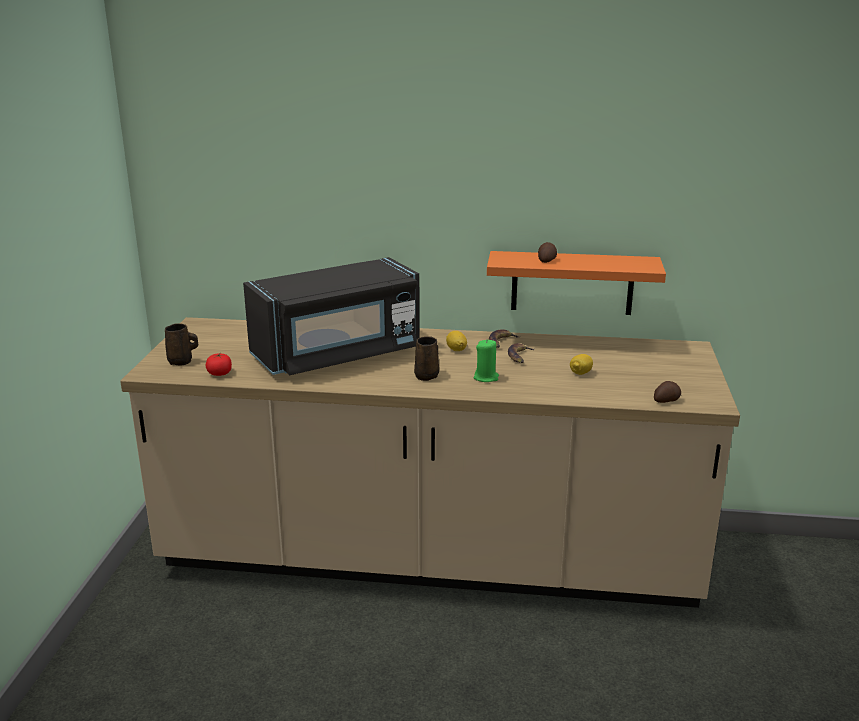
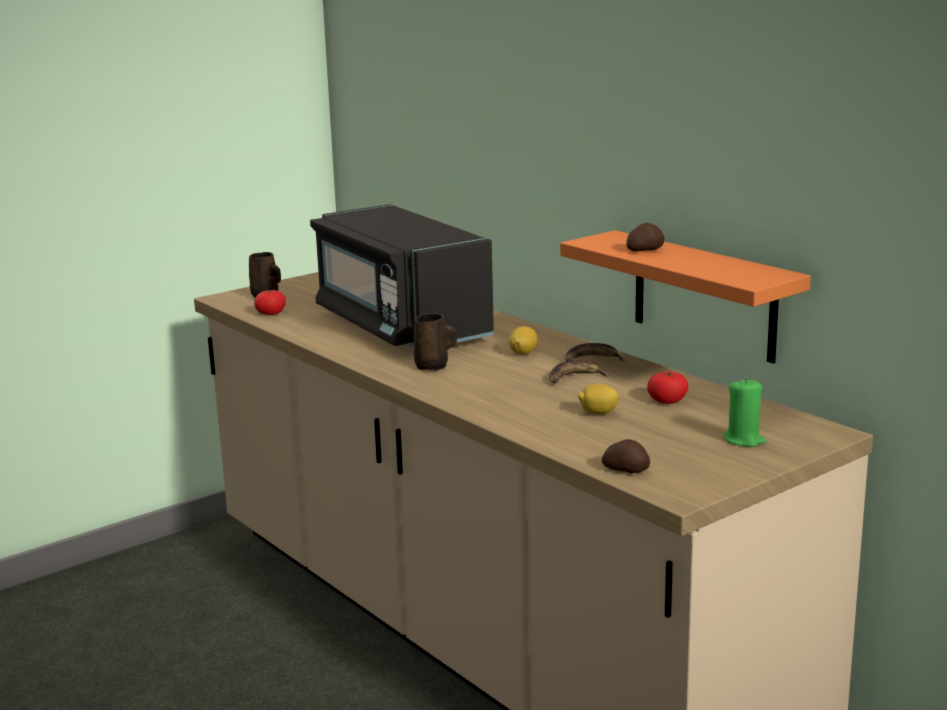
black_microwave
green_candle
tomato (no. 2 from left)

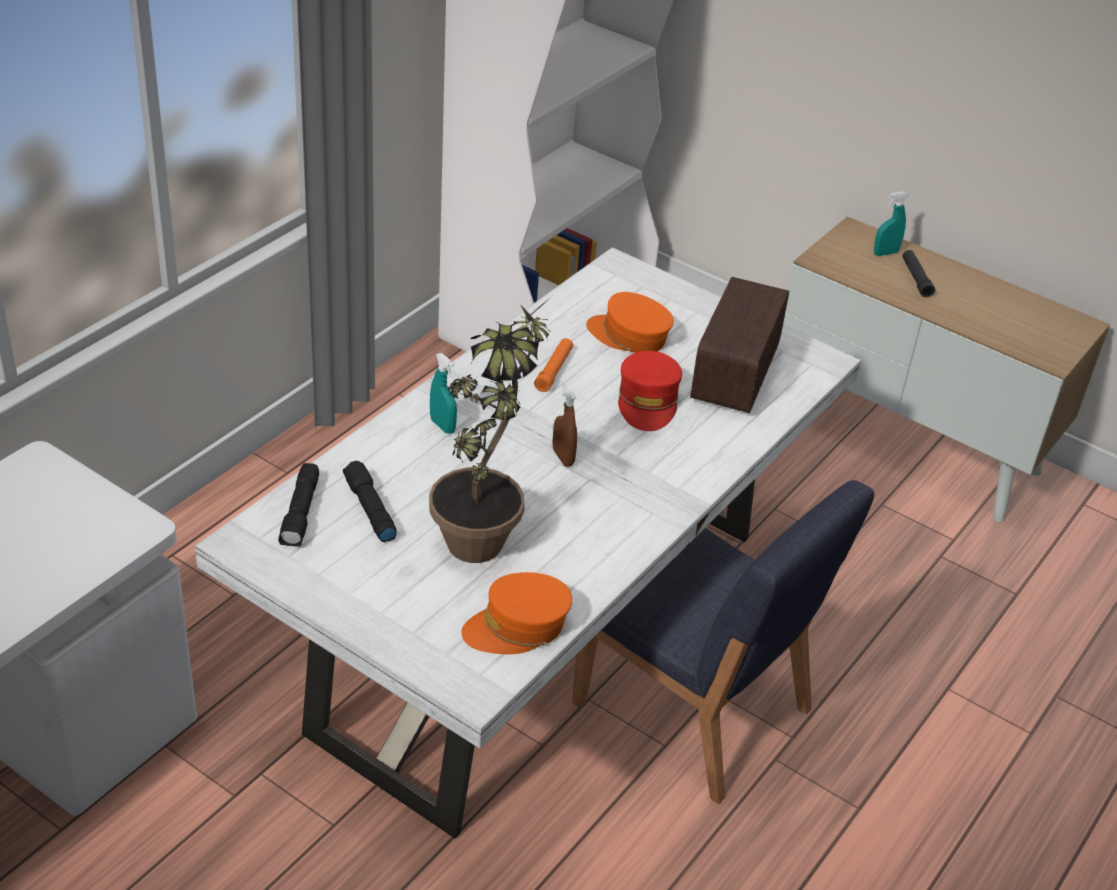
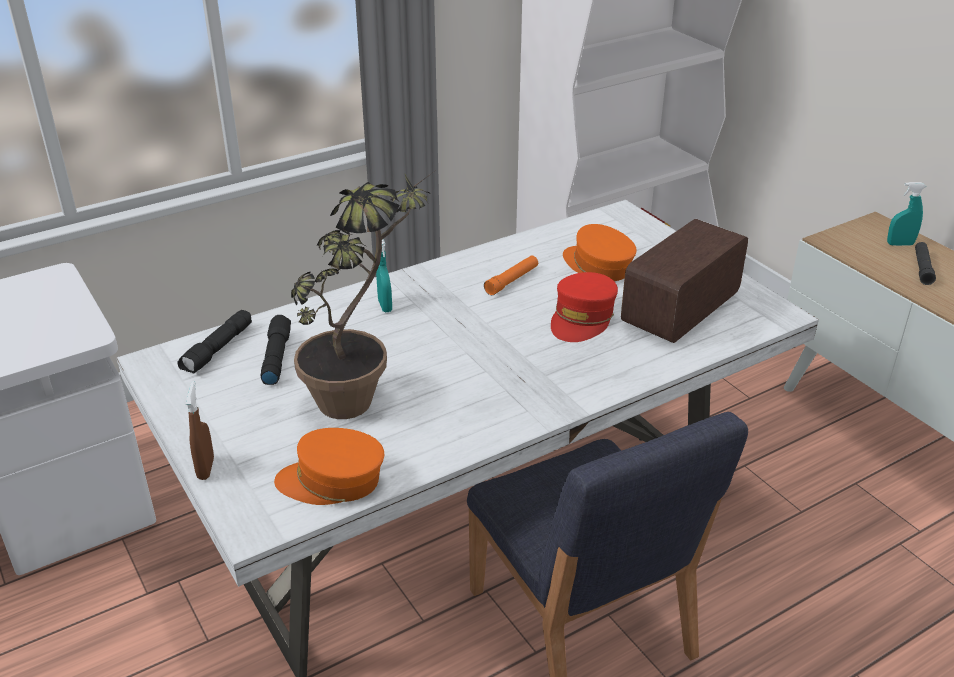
brown_spray_bottle

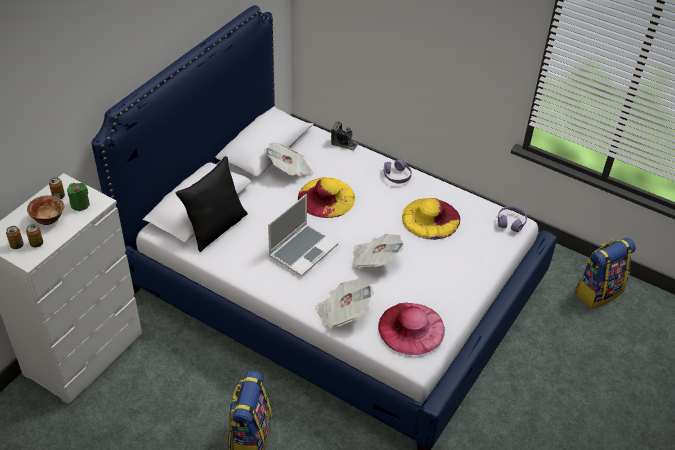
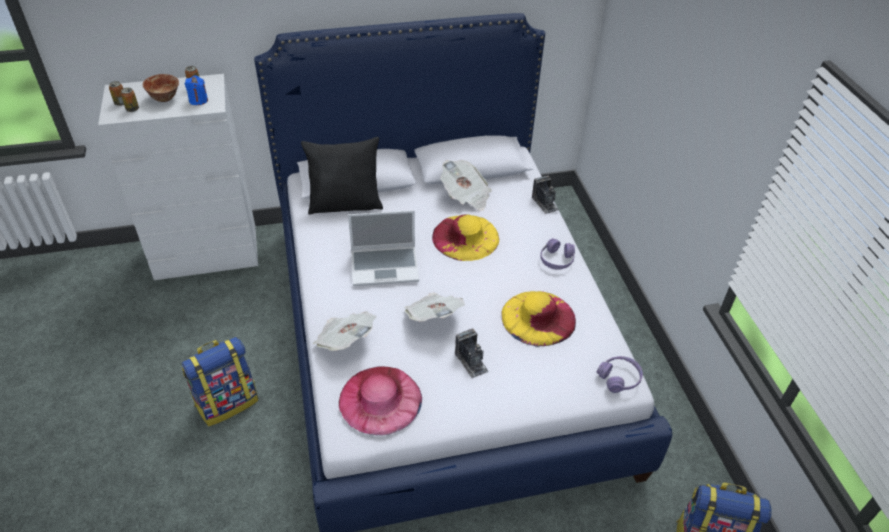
blue_candle
photo_camera (no. 1 from left)

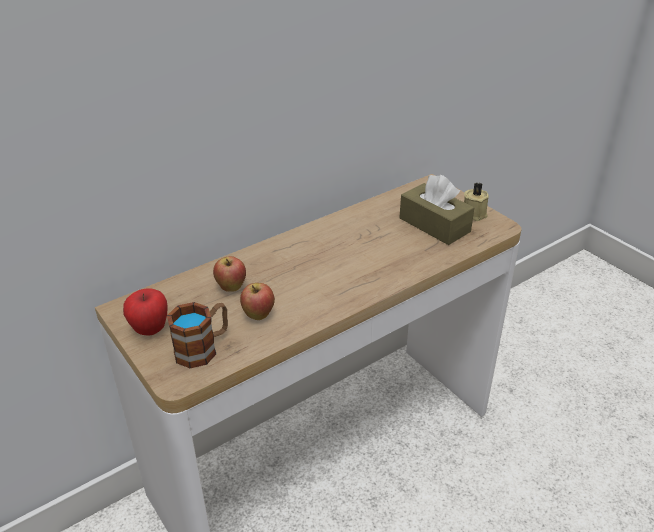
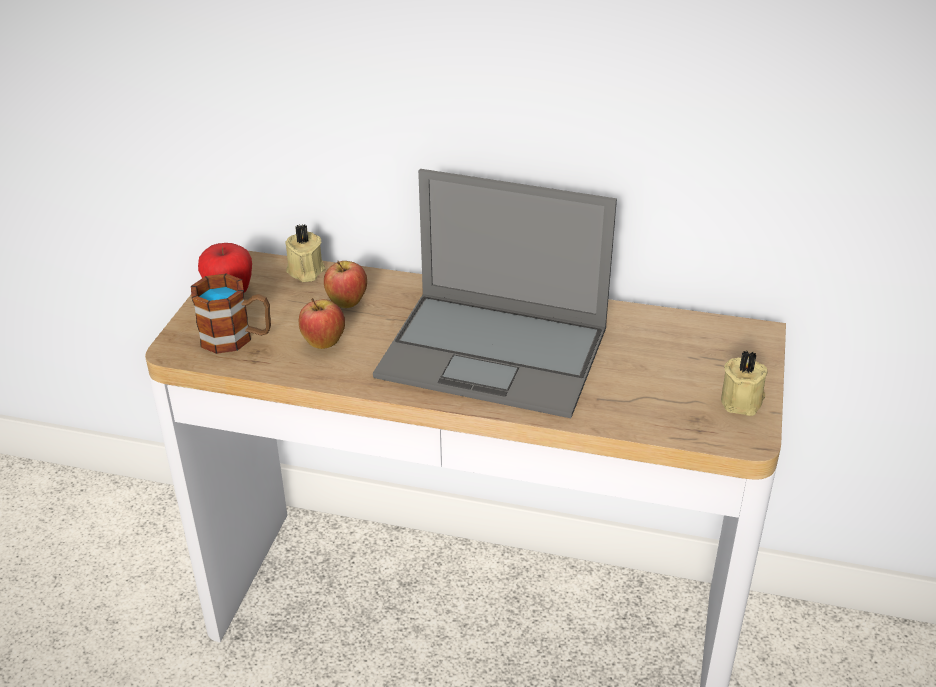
brown_tissue_box
laptop
beige_candle (no. 1 from left)

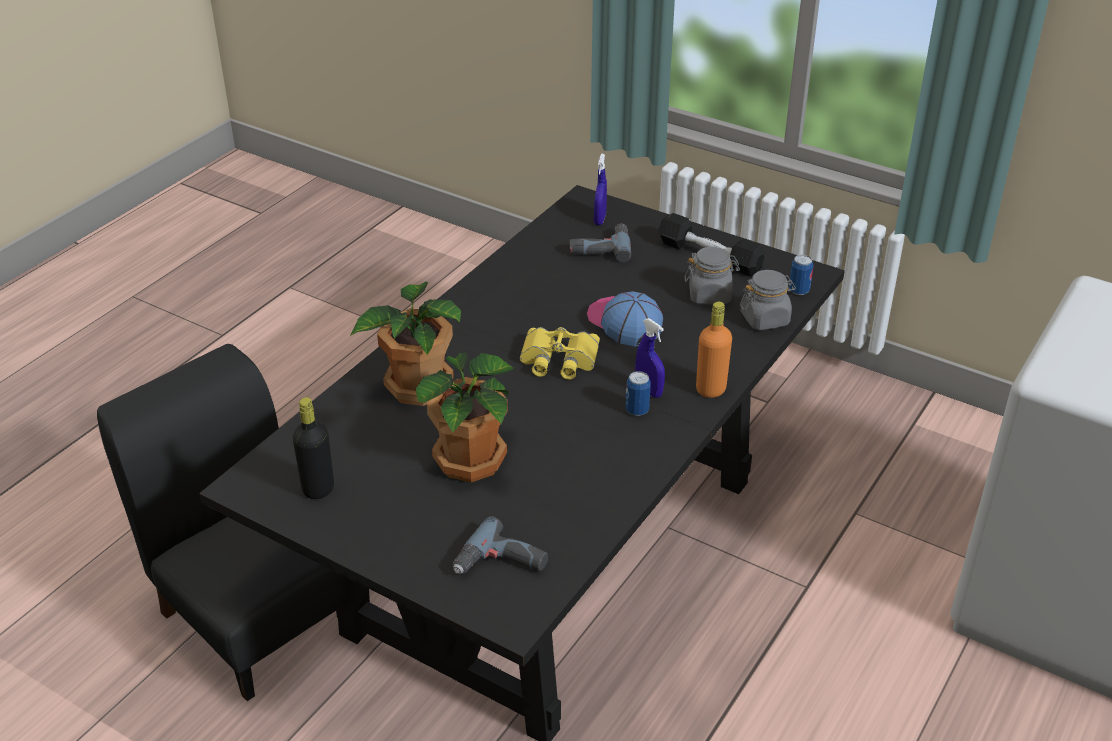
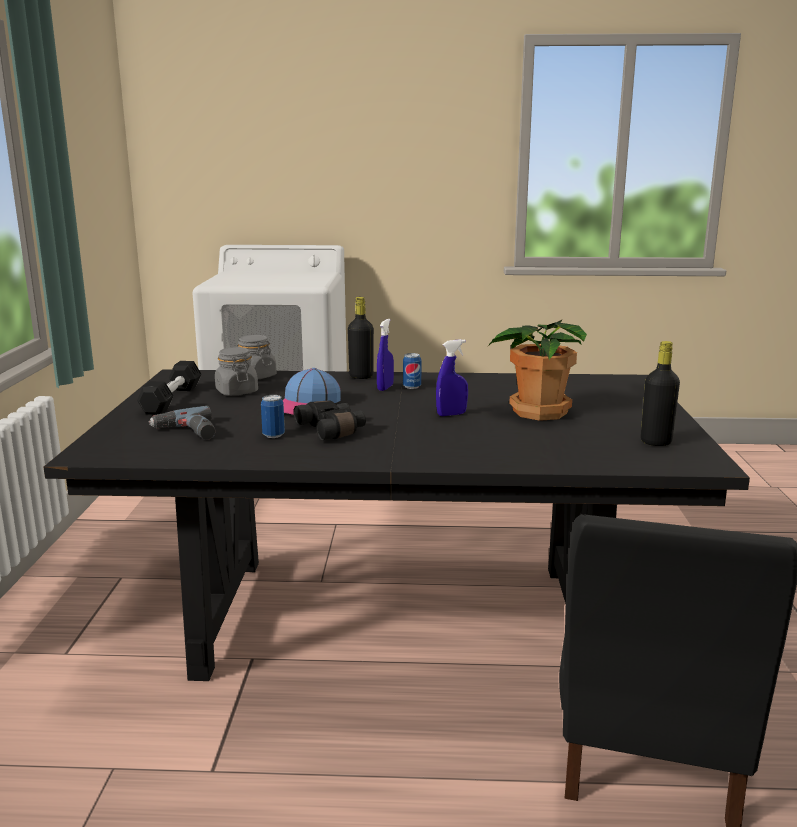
blue_spray_bottle (no. 2 from left)
can (no. 1 from left)
potted_plant (no. 1 from left in the first image)
black_bottle (no. 1 from left)
yellow_binoculars
power_drill (no. 1 from left in the first image)
black_binoculars

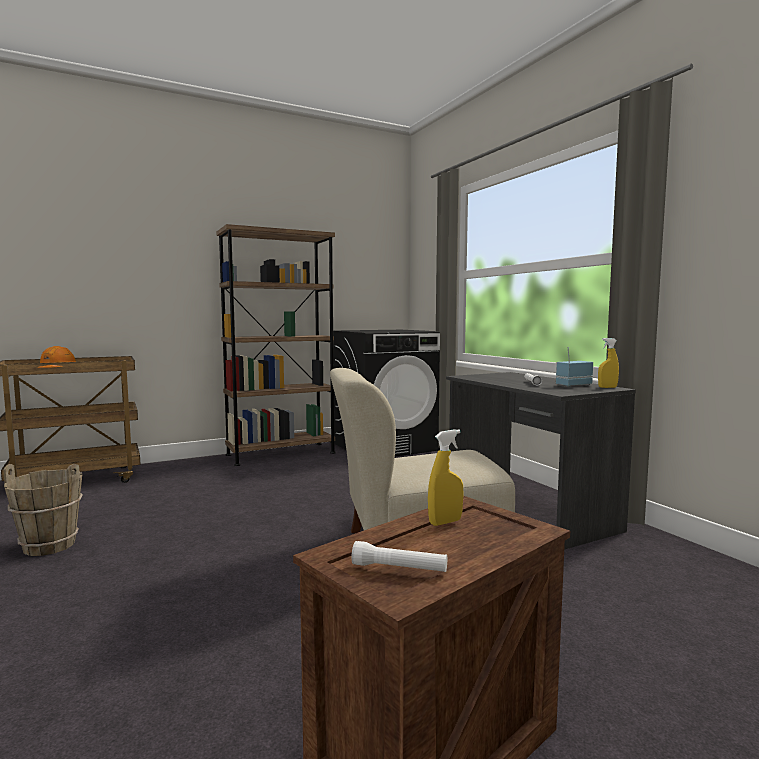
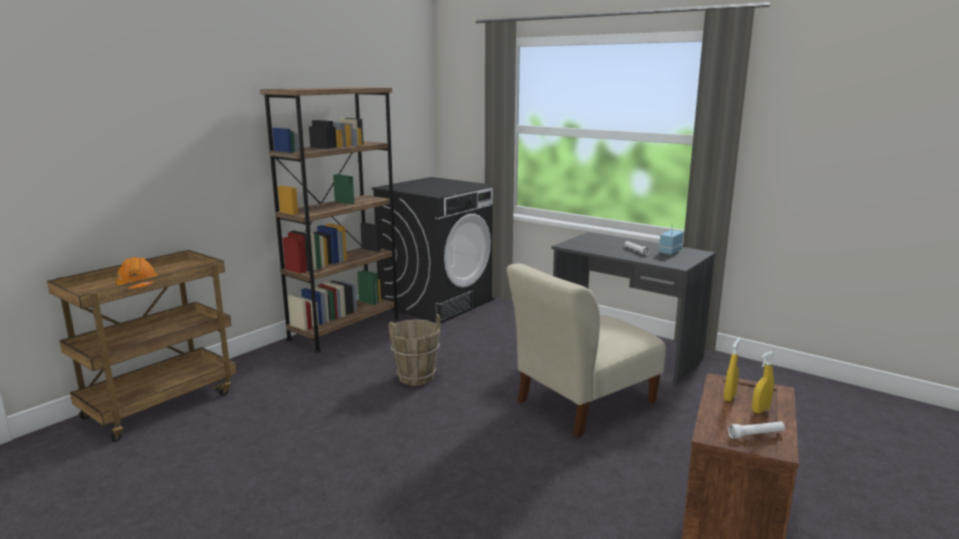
yellow_spray_bottle (no. 2 from left)
brown_bucket

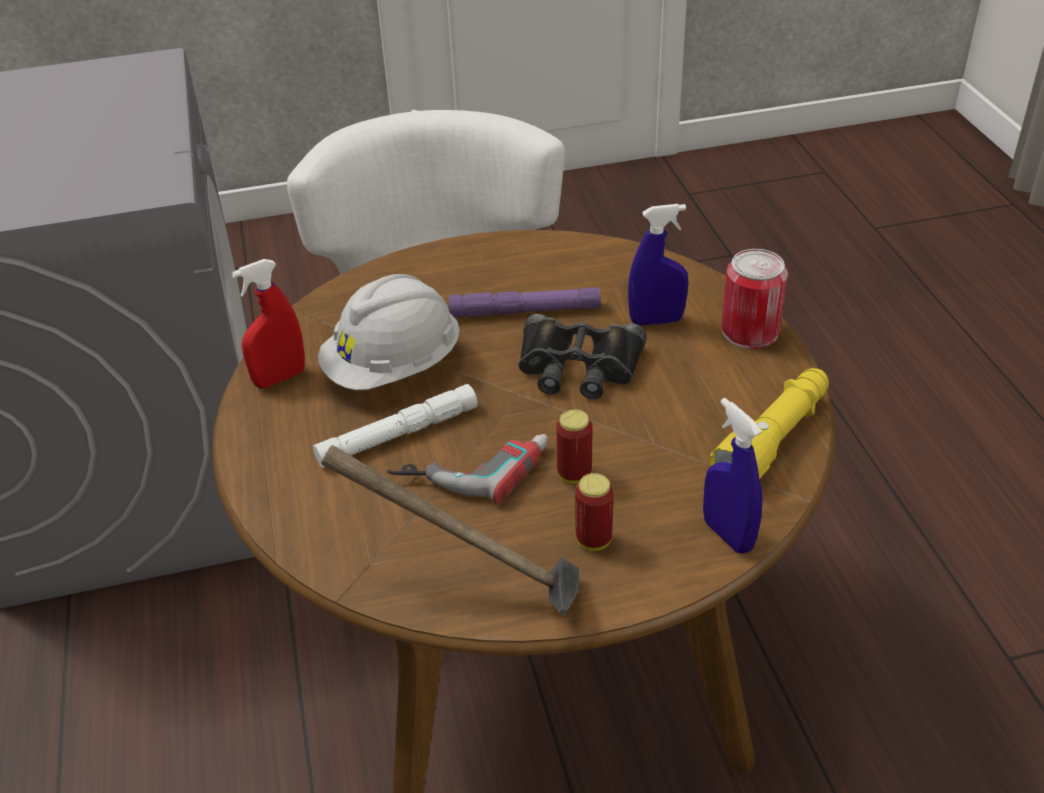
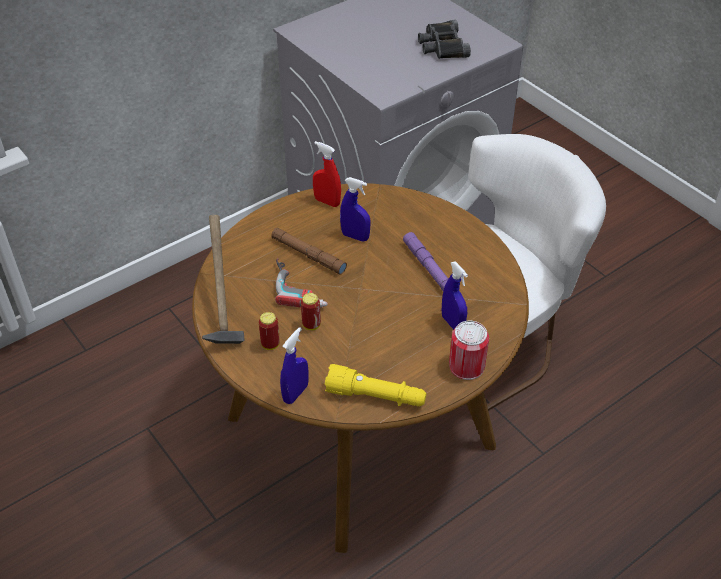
blue_spray_bottle (no. 2 from left)
black_binoculars
brown_flashlight

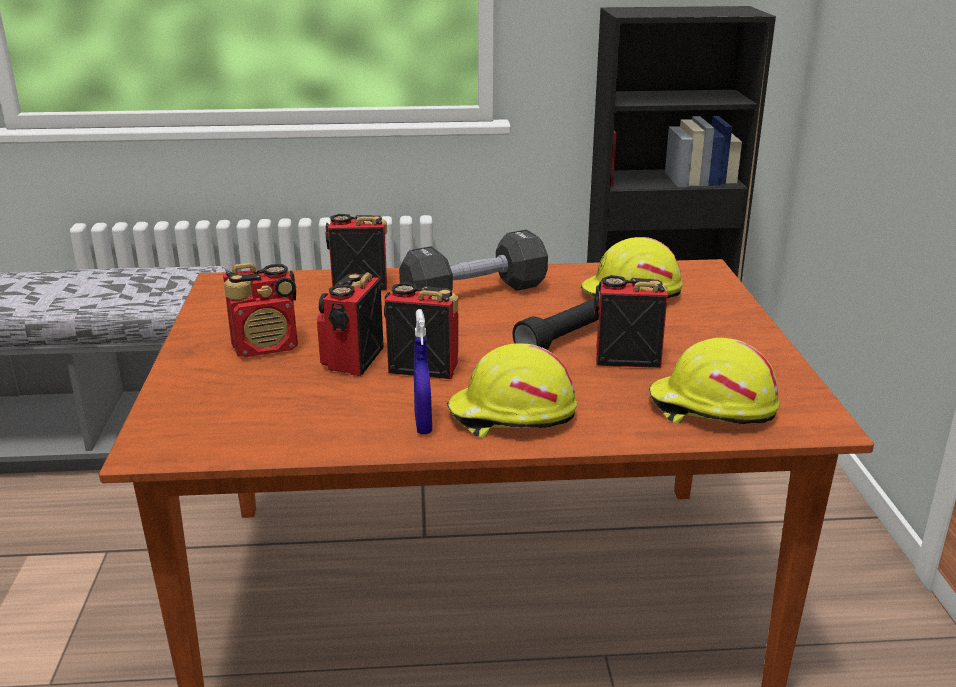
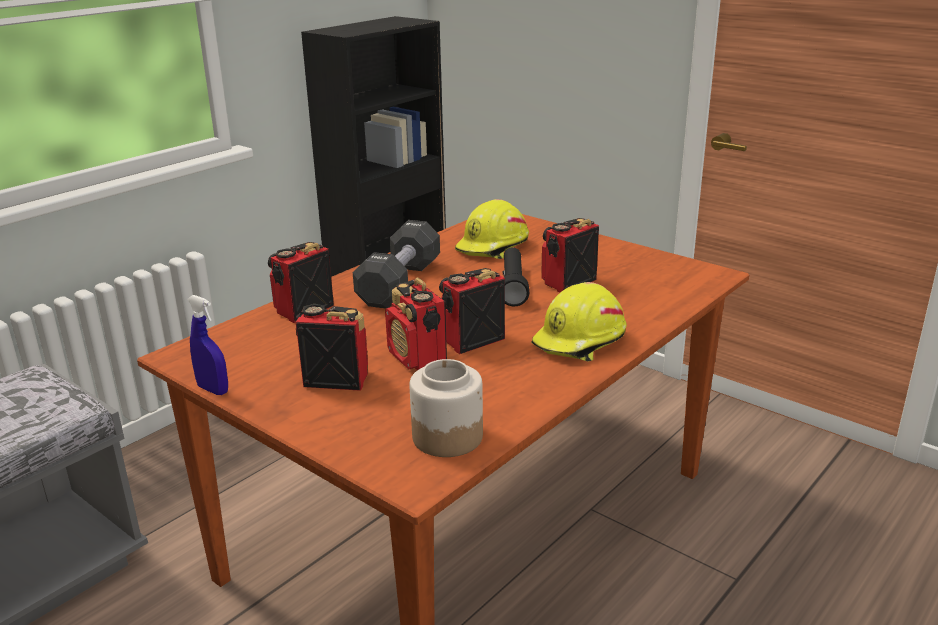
radio (no. 2 from left)
blue_spray_bottle
yellow_hard_hat (no. 3 from left in the first image)
jar

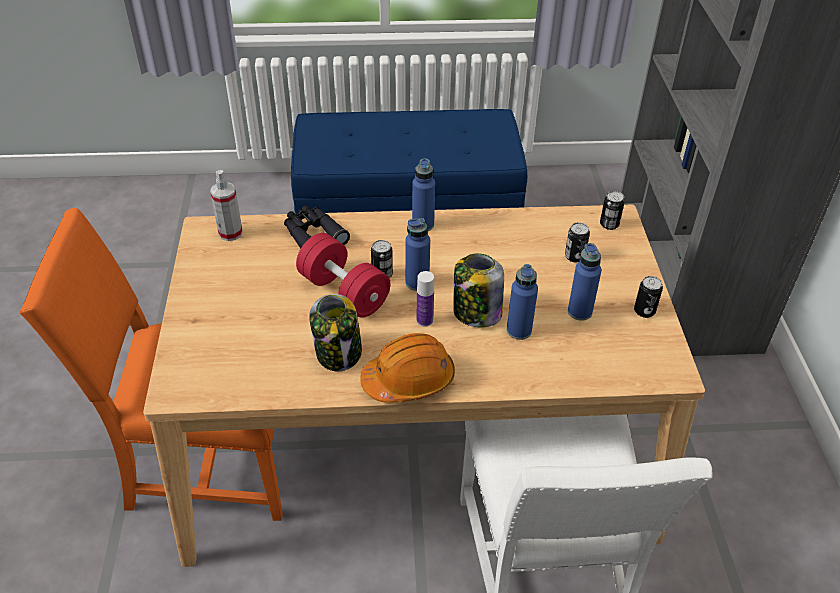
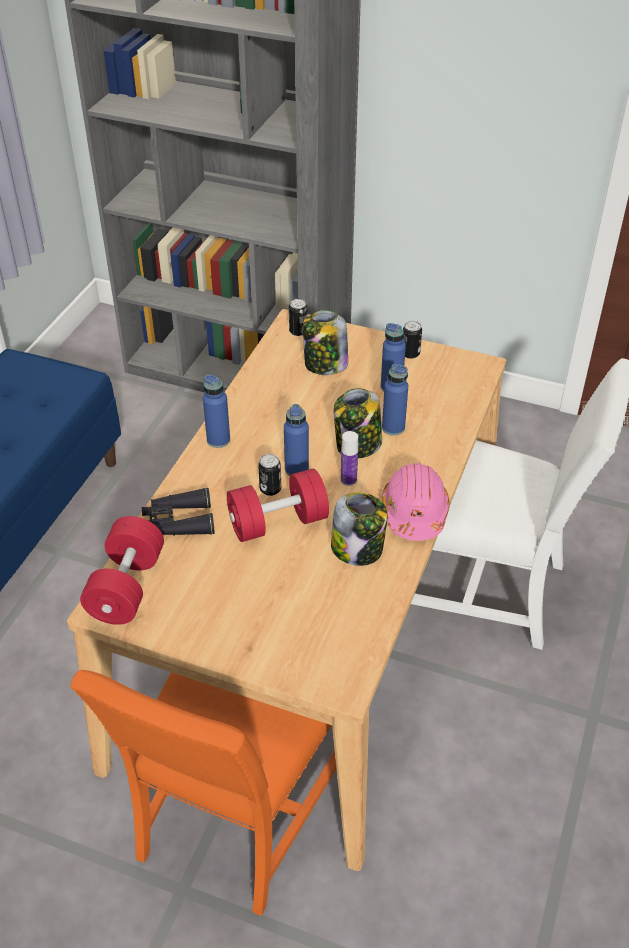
red_dumbbell (no. 1 from left)
jar (no. 1 from left)
pink_hard_hat

